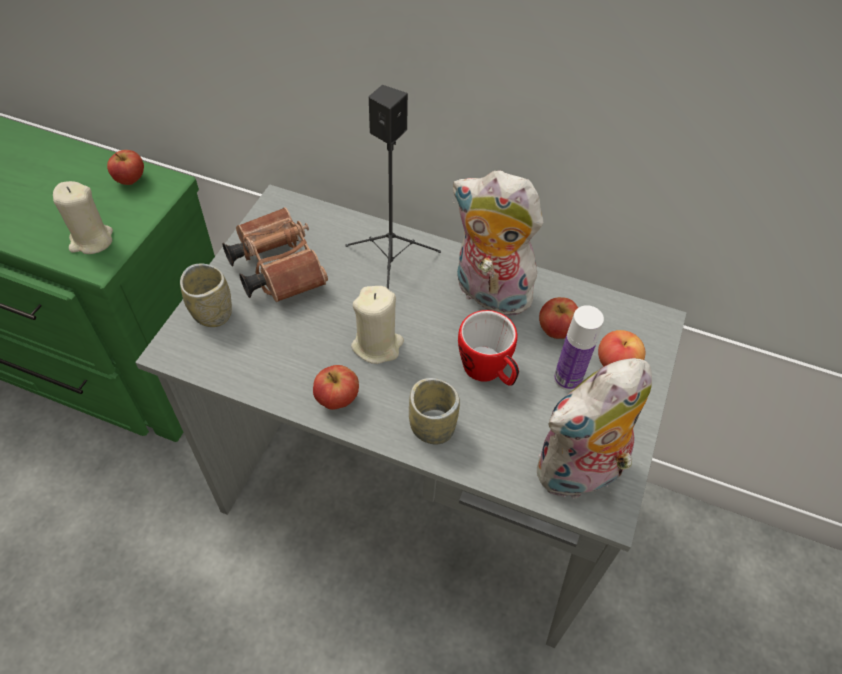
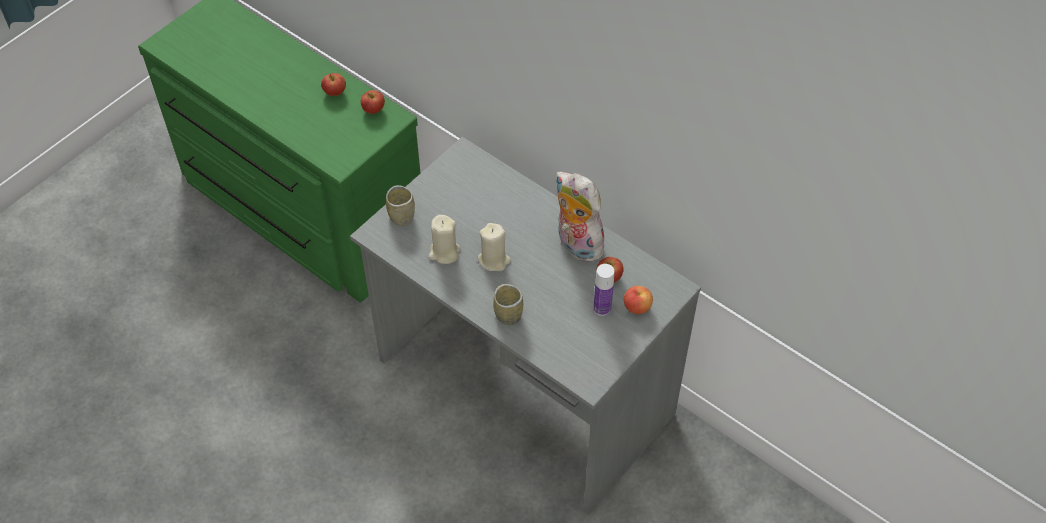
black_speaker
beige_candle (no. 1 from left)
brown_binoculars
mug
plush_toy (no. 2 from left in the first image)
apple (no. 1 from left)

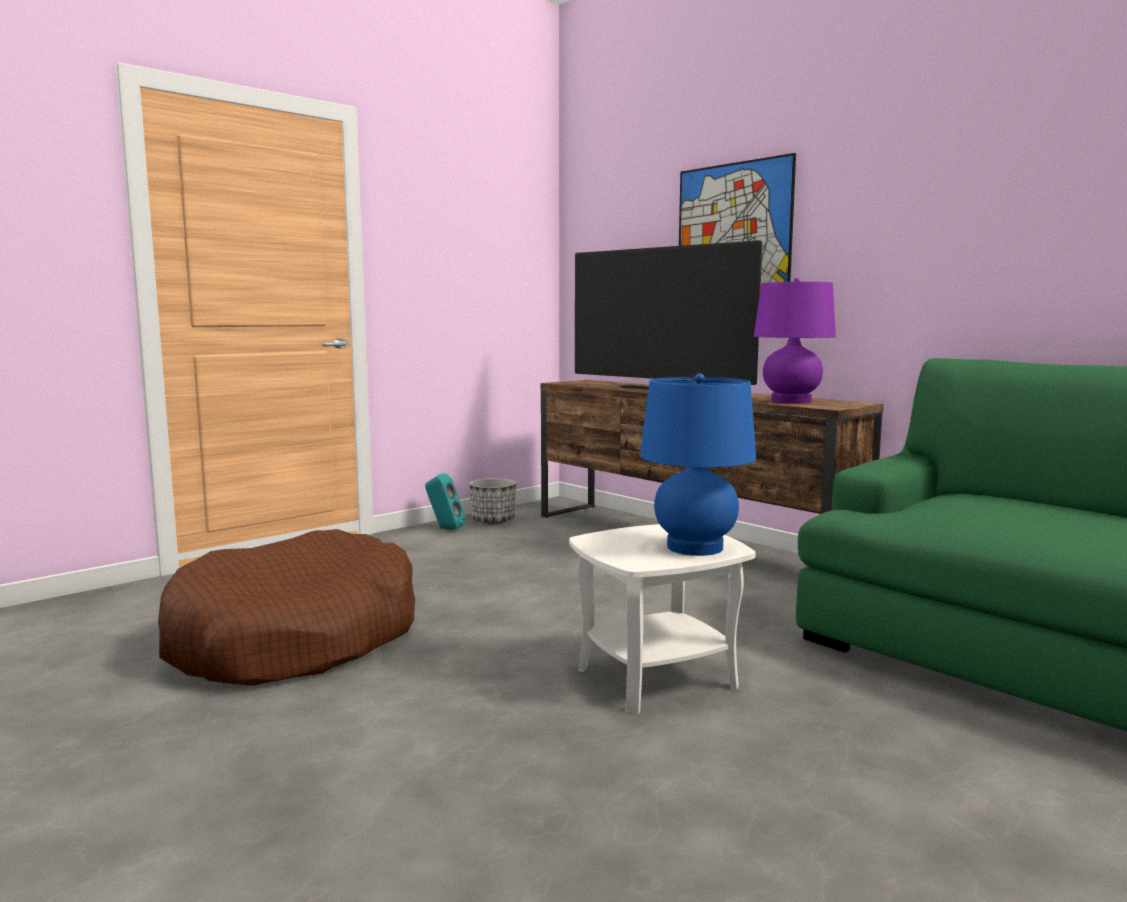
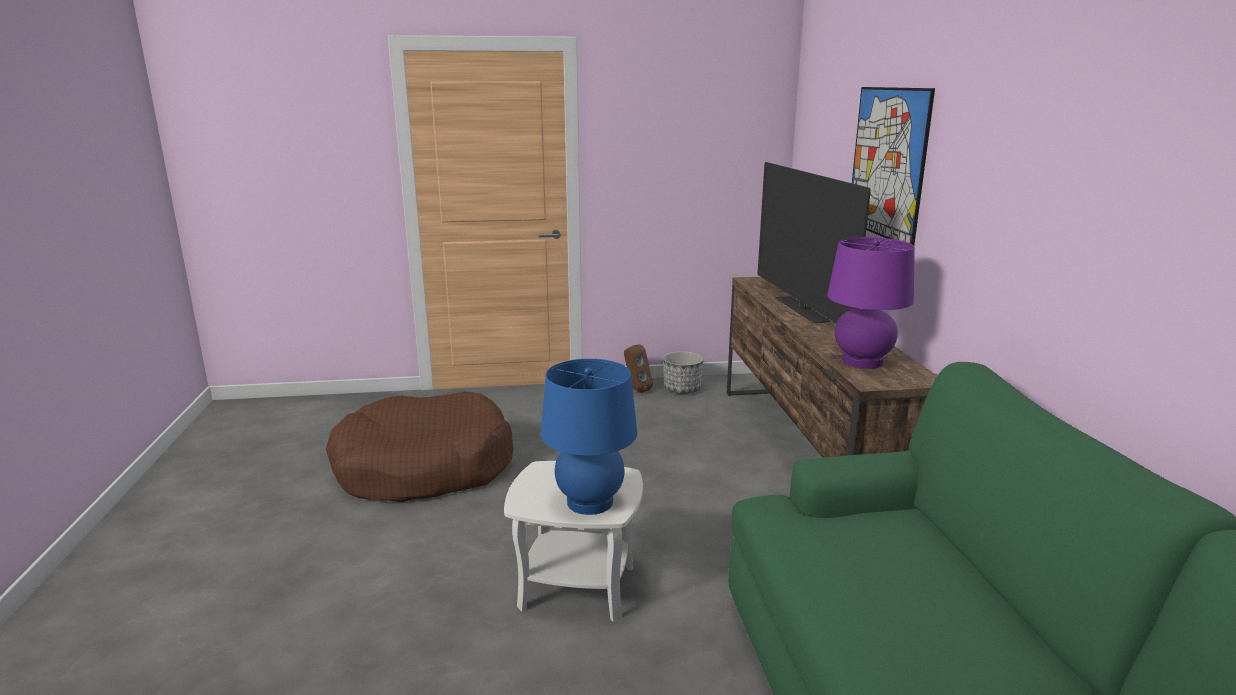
brown_speaker

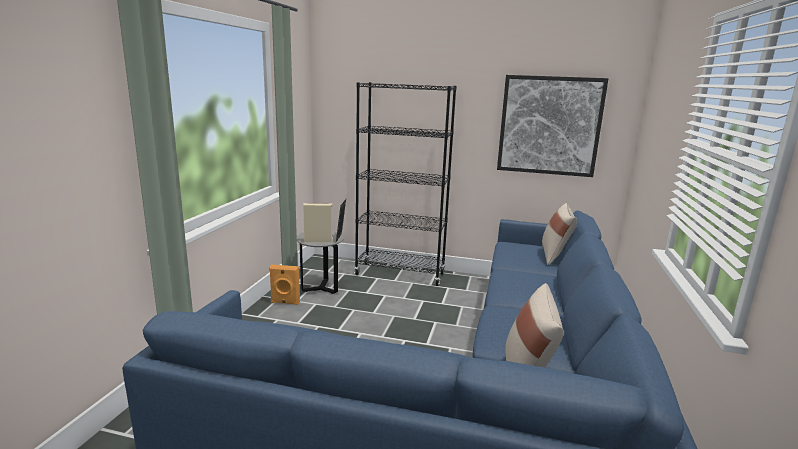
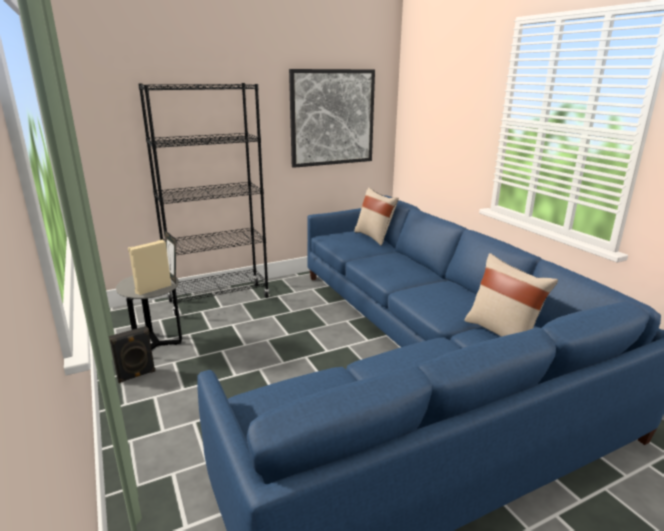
black_speaker

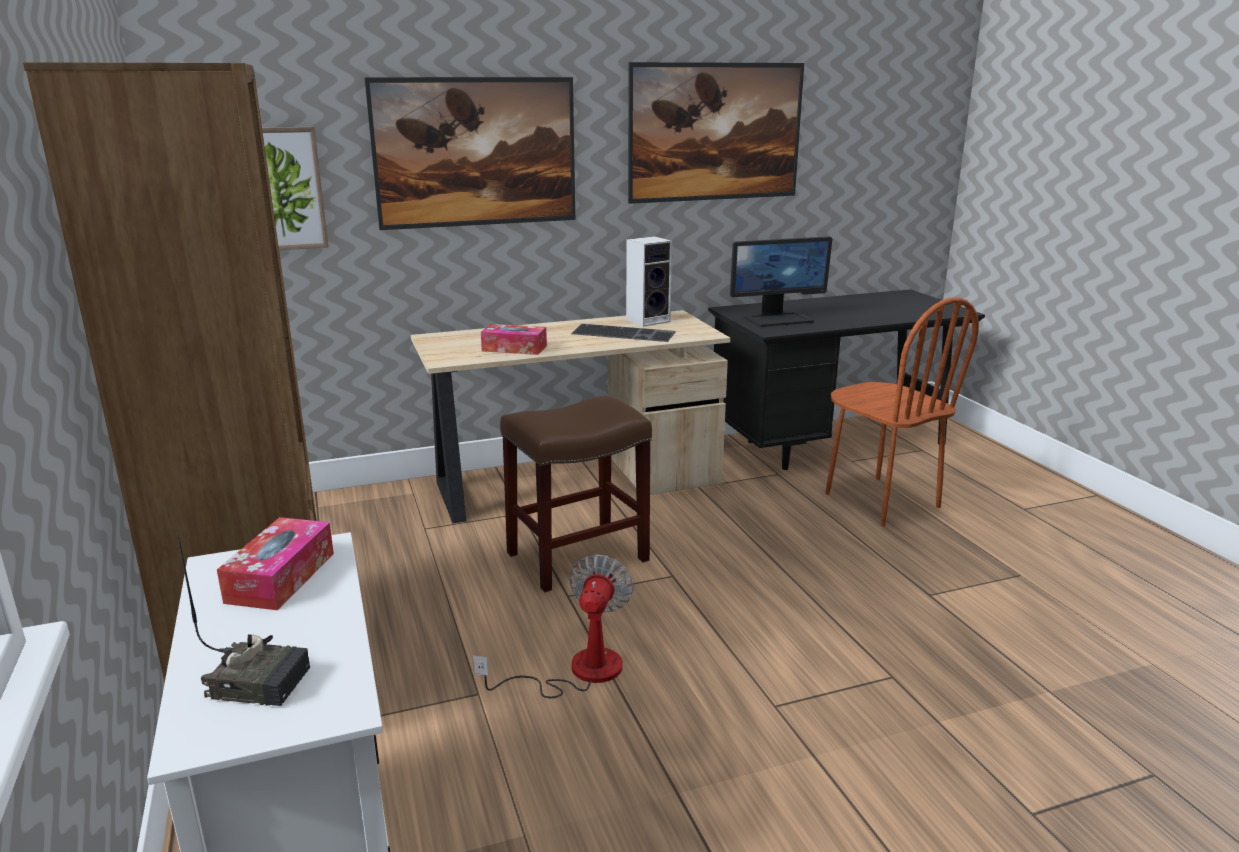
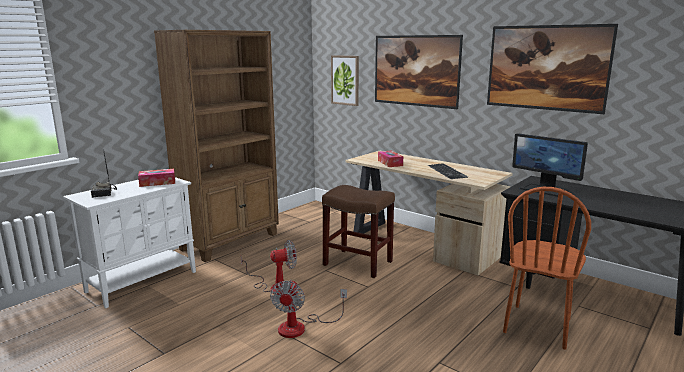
speaker
fan (no. 2 from left)

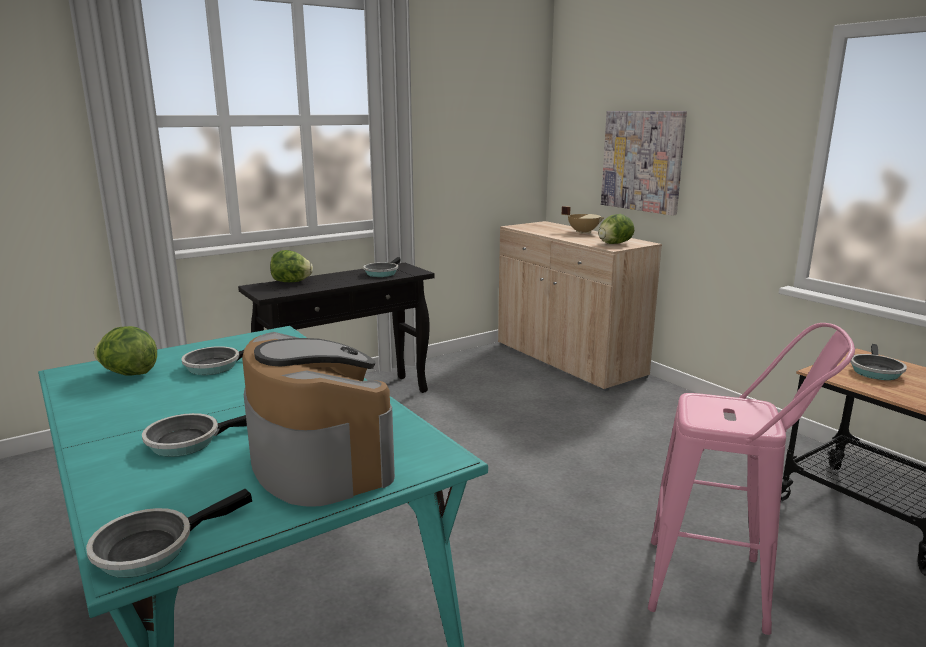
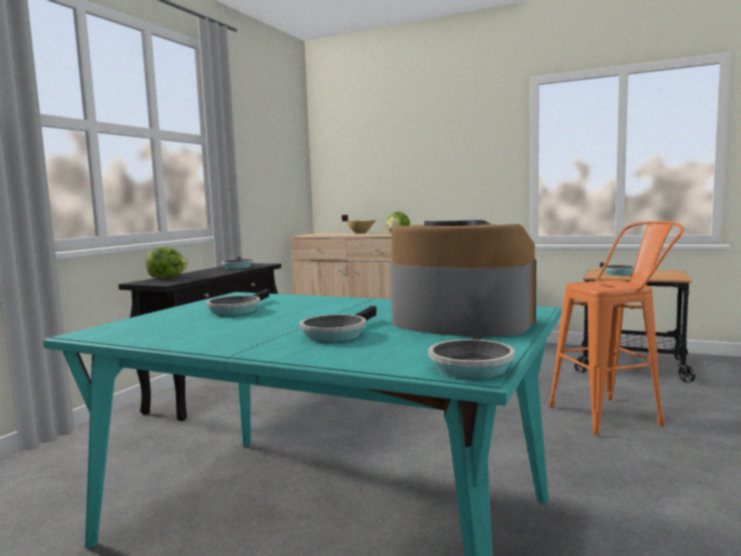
picture
orange_stool
lettuce (no. 1 from left in the first image)

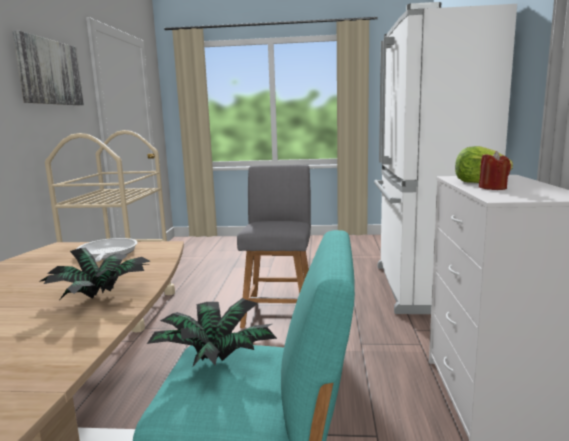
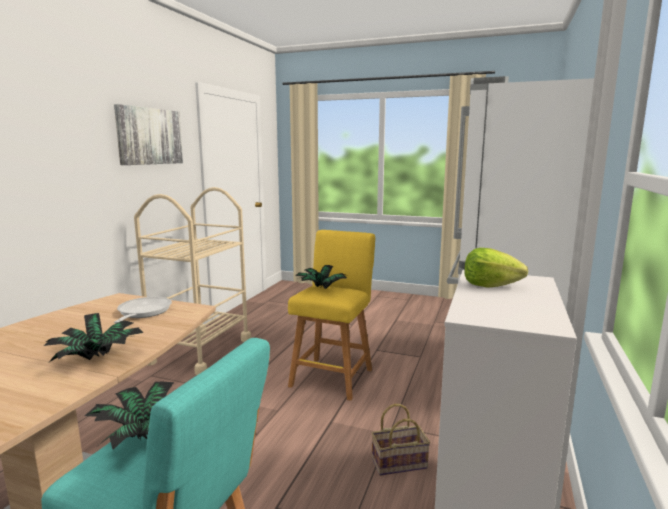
red_candle
yellow_stool
potted_plant (no. 3 from left)
basket

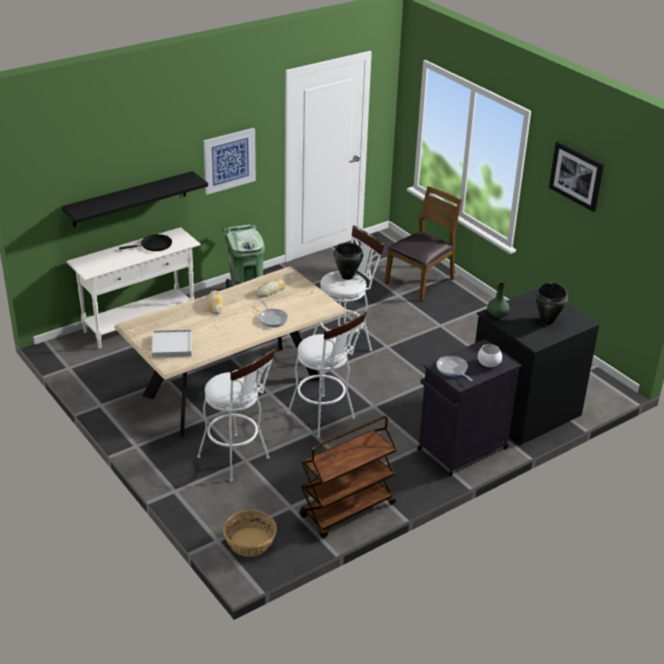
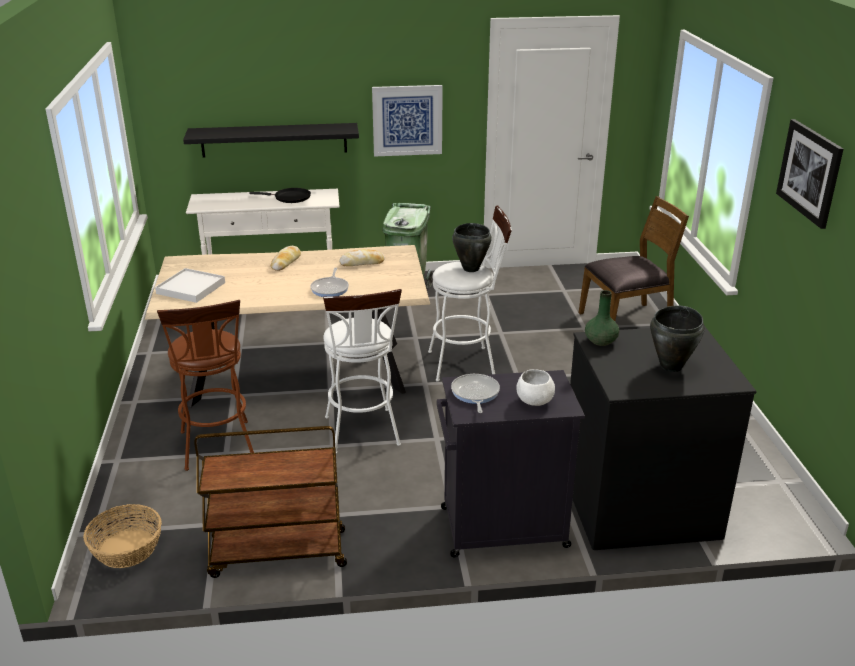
brown_stool

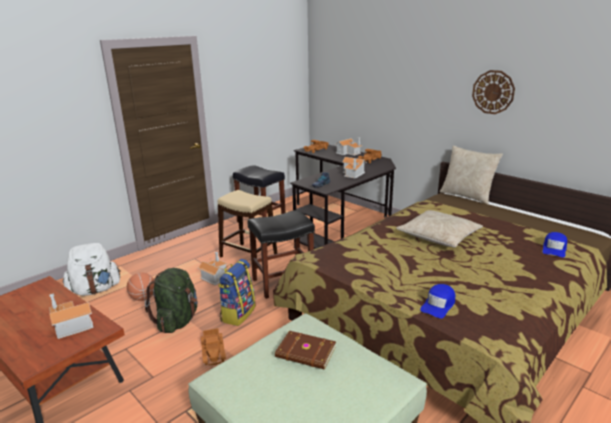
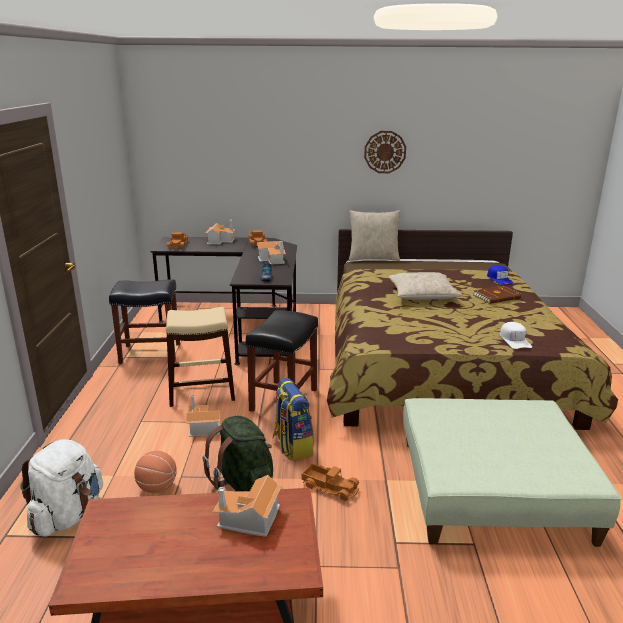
white_cap
brown_book

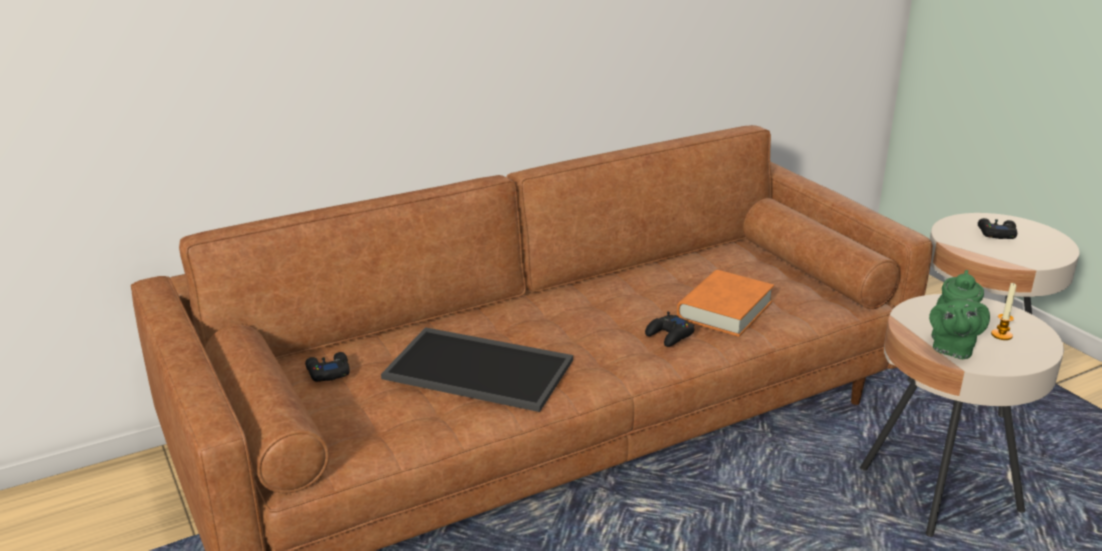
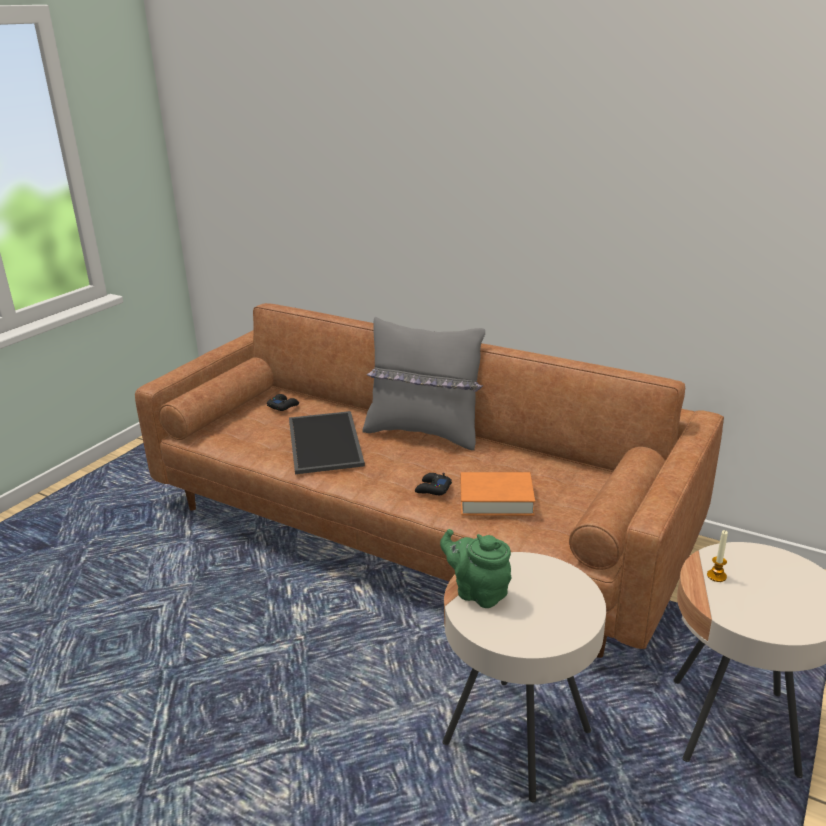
black_game_controller (no. 3 from left in the first image)
green_teapot
candle
grey_pillow

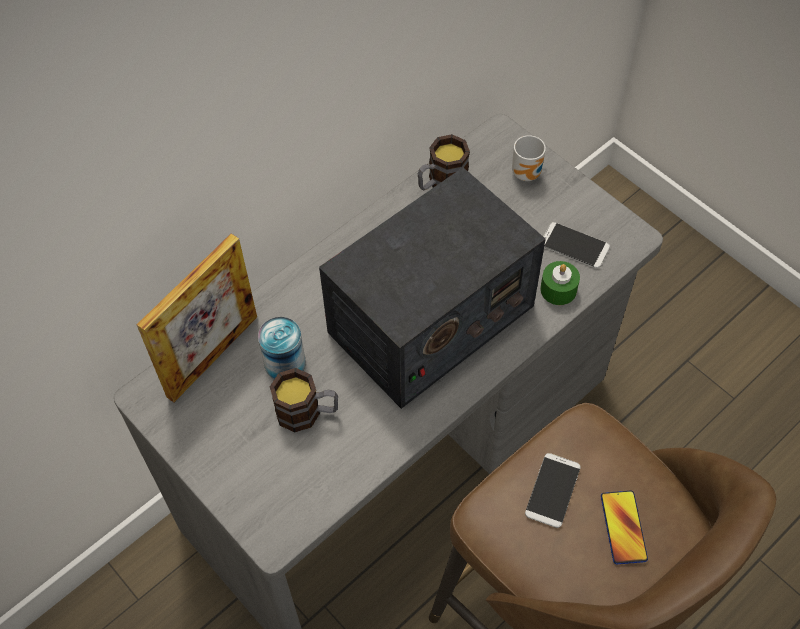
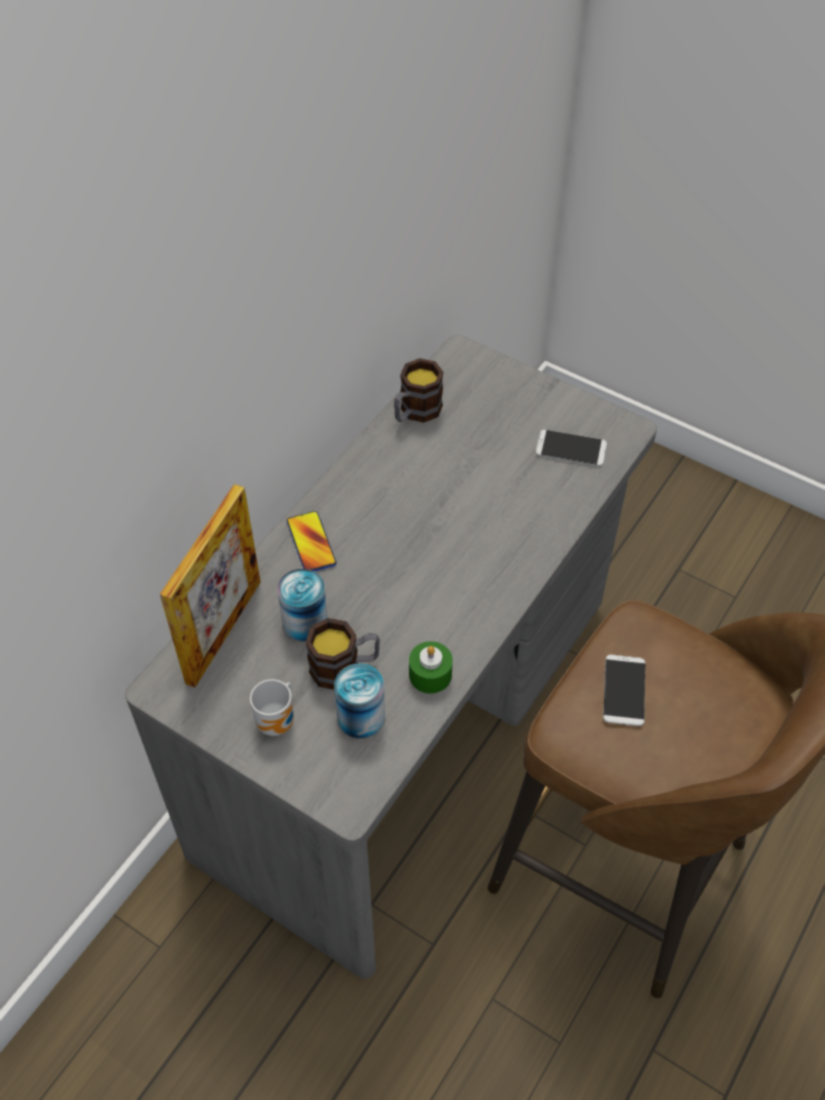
mug (no. 1 from left)
radio
green_candle
phone (no. 1 from left)
can (no. 2 from left)

